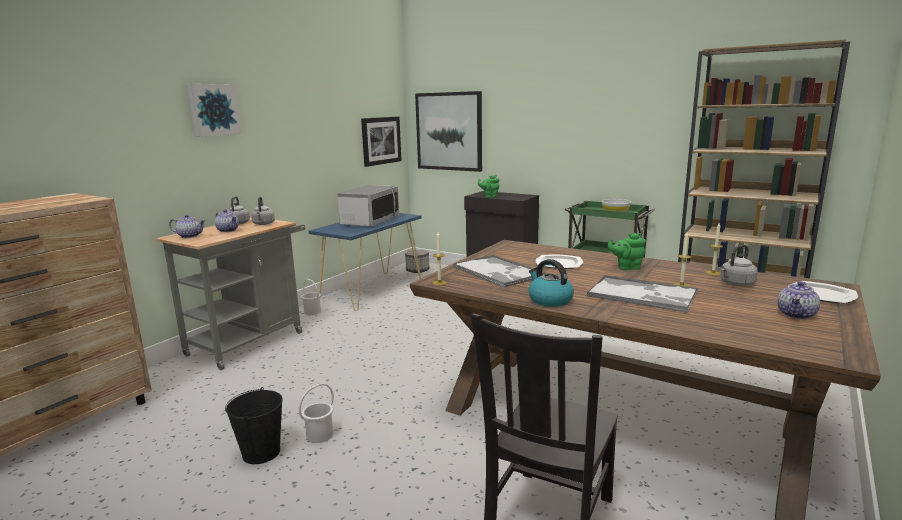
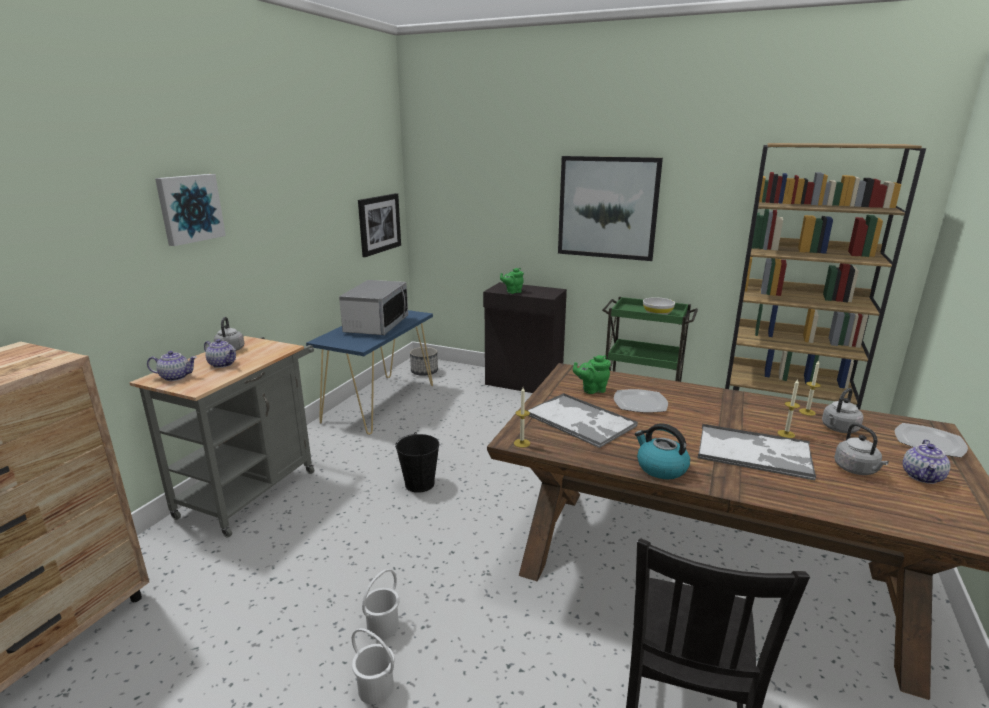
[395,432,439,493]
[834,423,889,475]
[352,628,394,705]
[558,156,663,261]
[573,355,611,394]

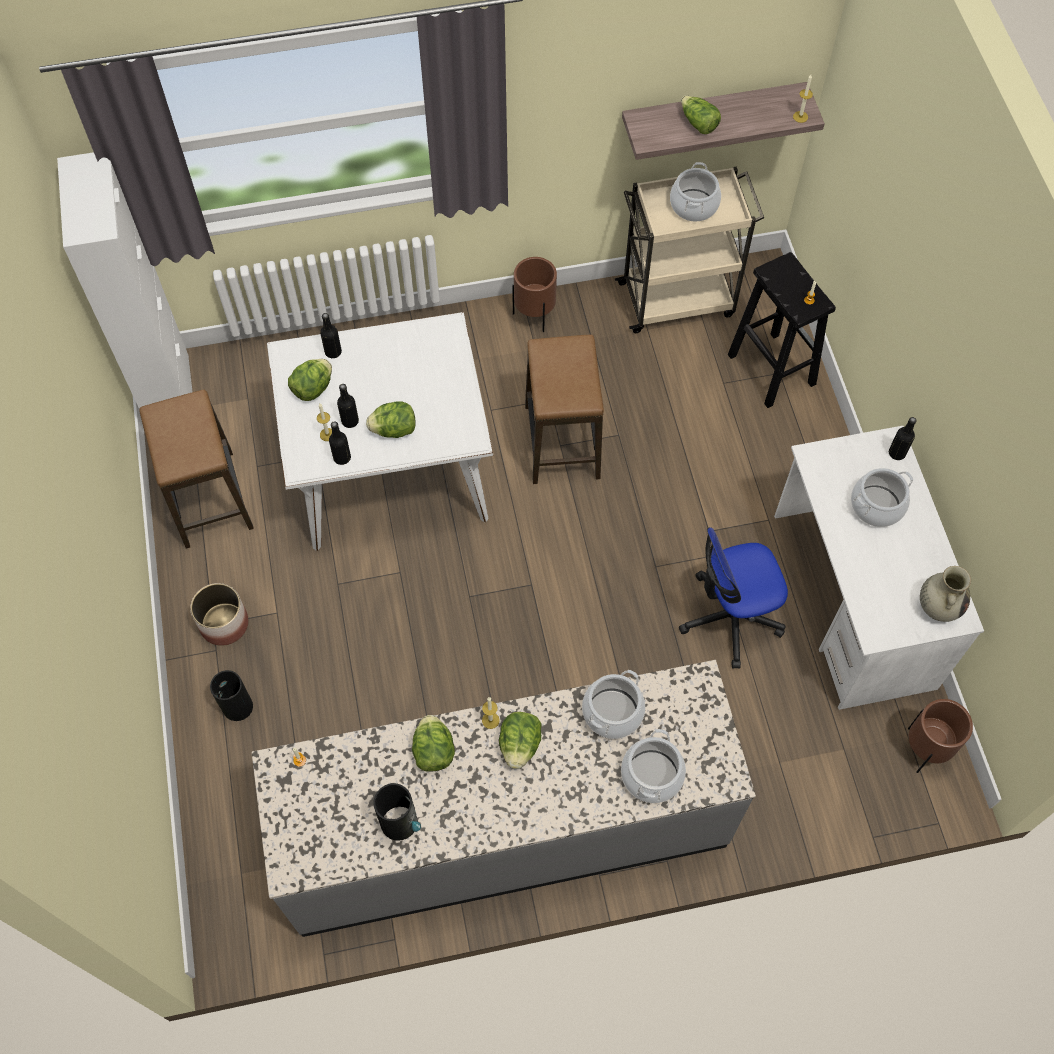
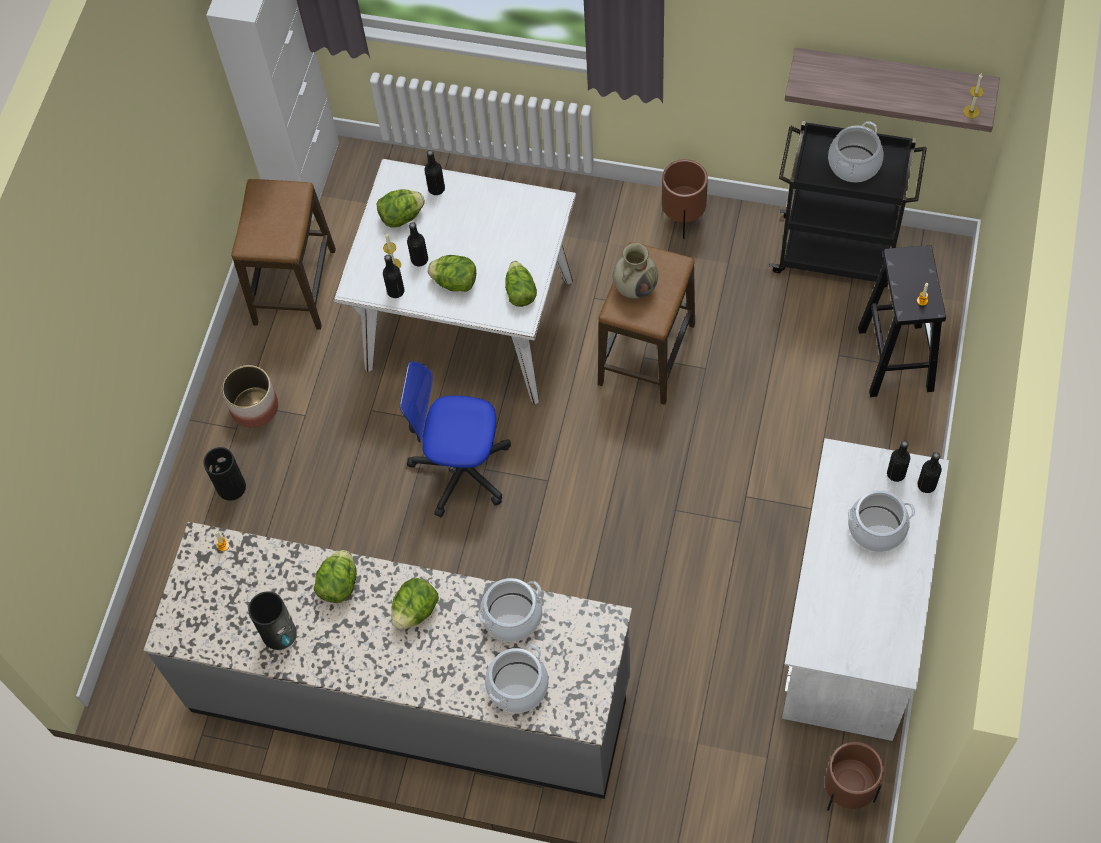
[482,697,500,729] (first image)
[769,121,927,288]
[400,361,511,517]
[505,261,537,307]
[613,243,658,299]
[887,441,910,482]

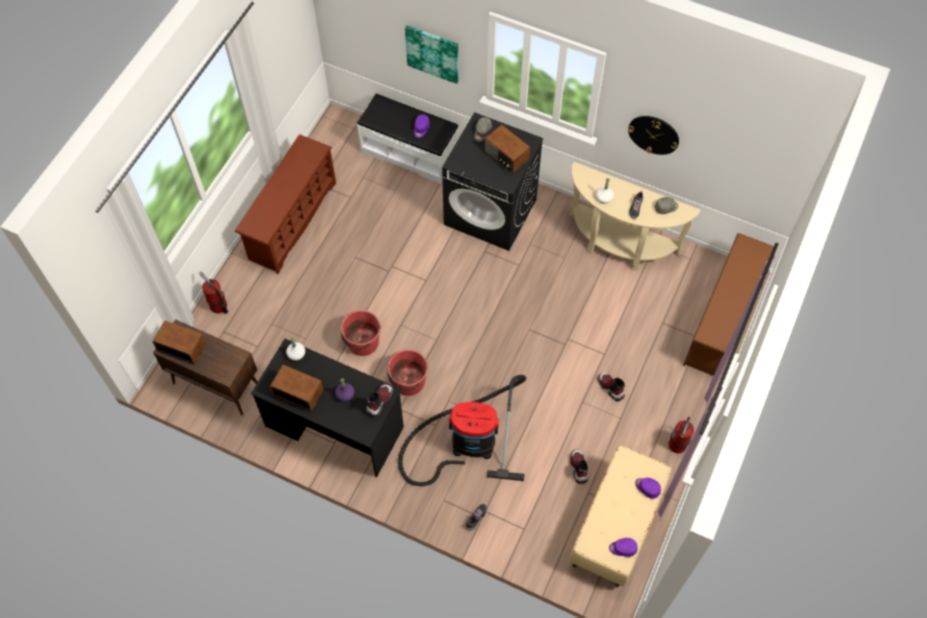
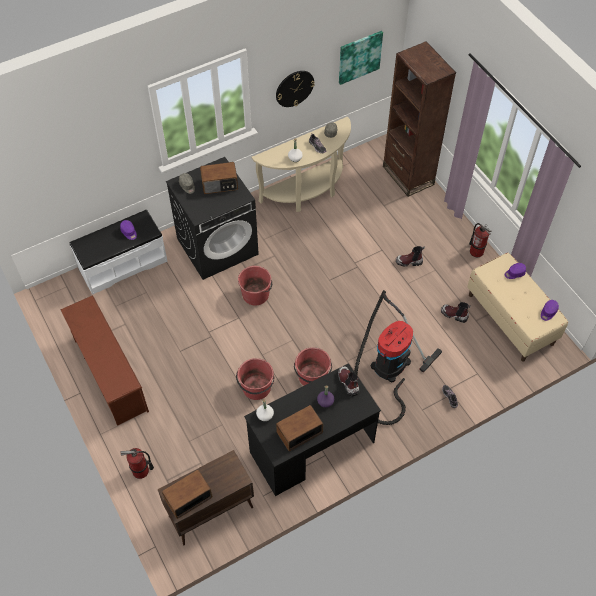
[339,31,383,85]
[383,41,456,197]
[238,266,272,306]

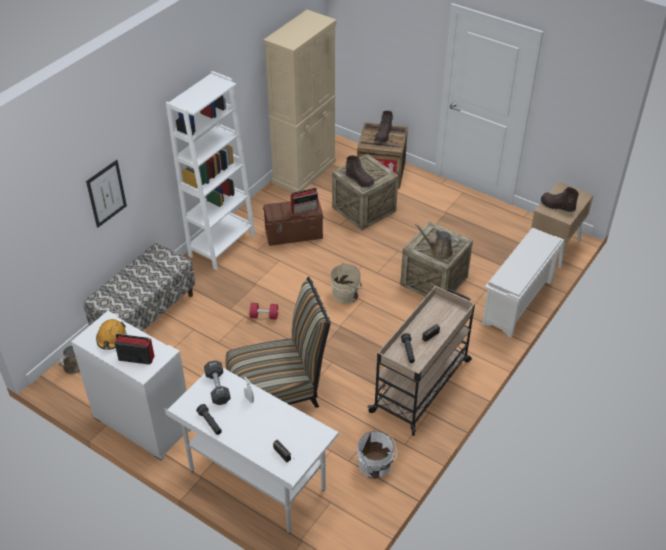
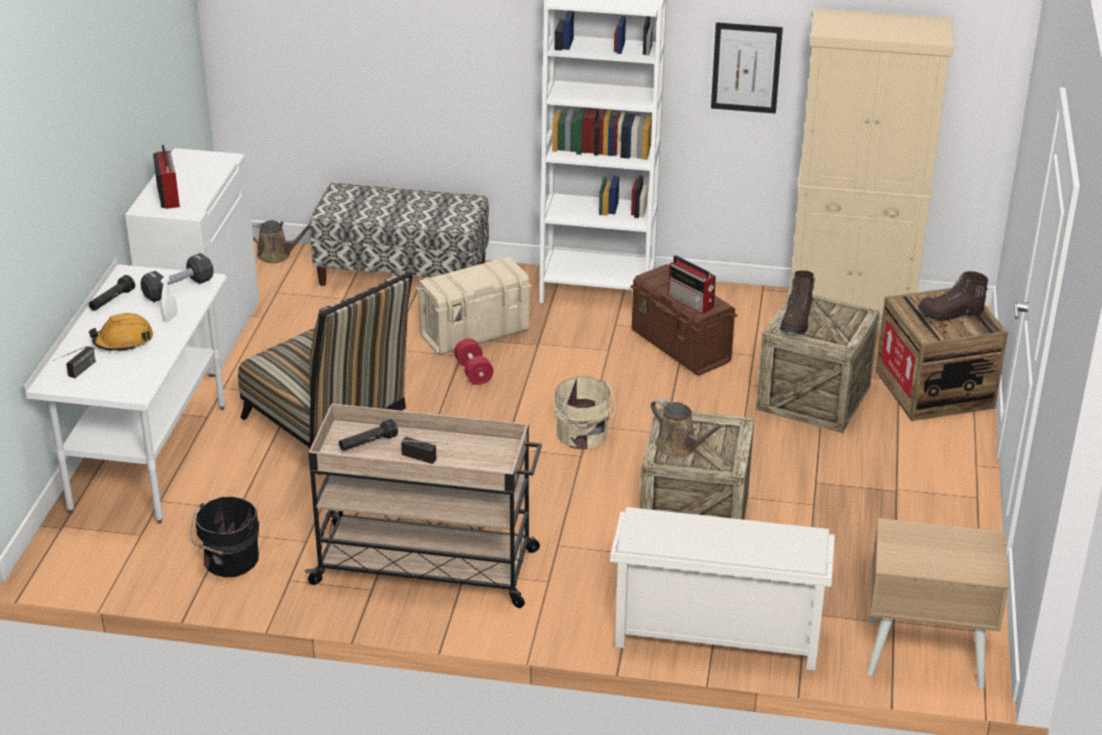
[711,22,783,114]
[89,313,153,351]
[190,496,259,577]
[651,398,727,457]
[541,187,579,212] (first image)
[416,257,532,355]

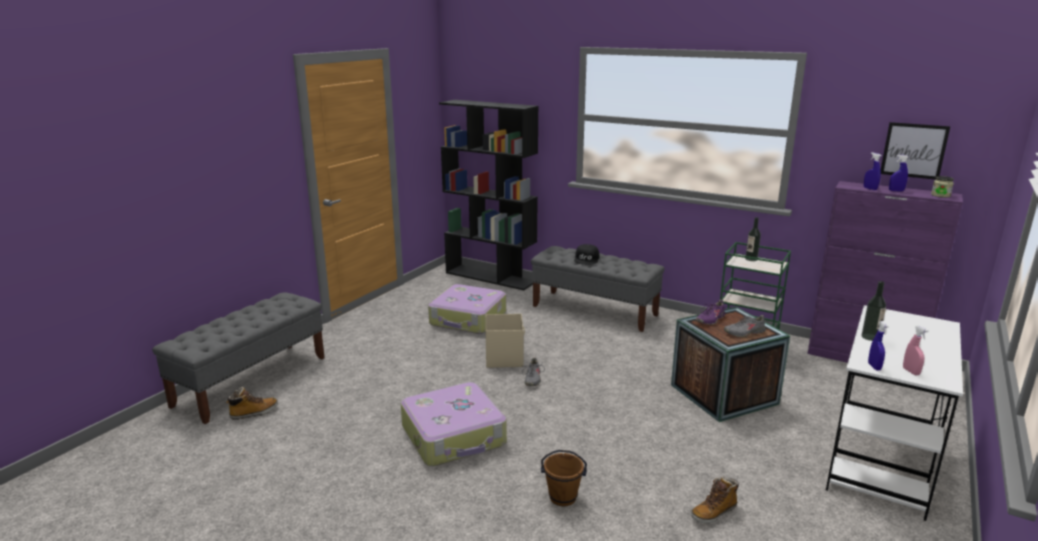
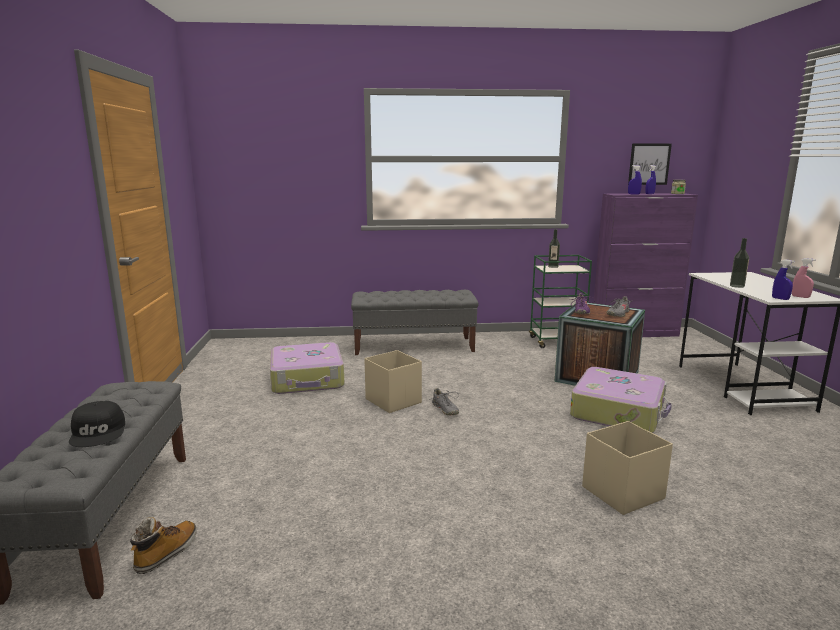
[570,367,672,433]
[439,100,539,290] (first image)
[582,421,673,515]
[69,401,125,447]
[691,477,739,523] (first image)

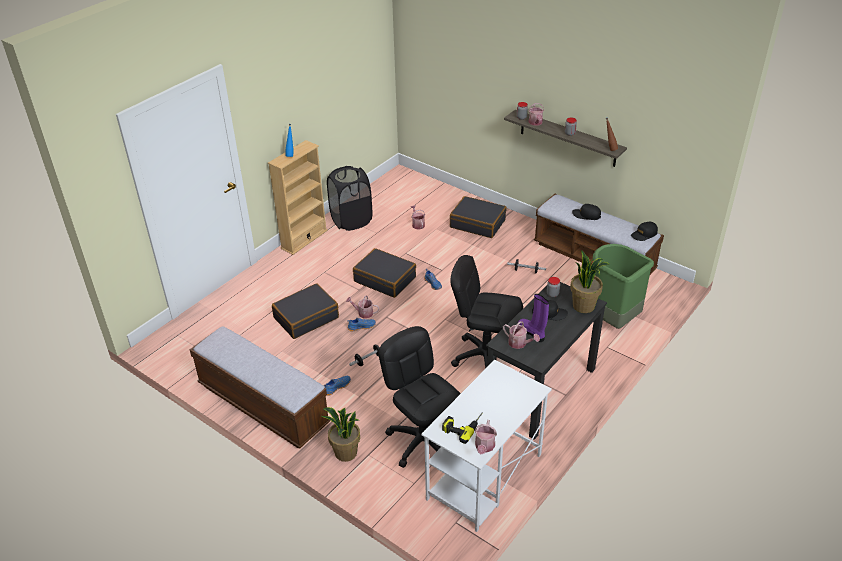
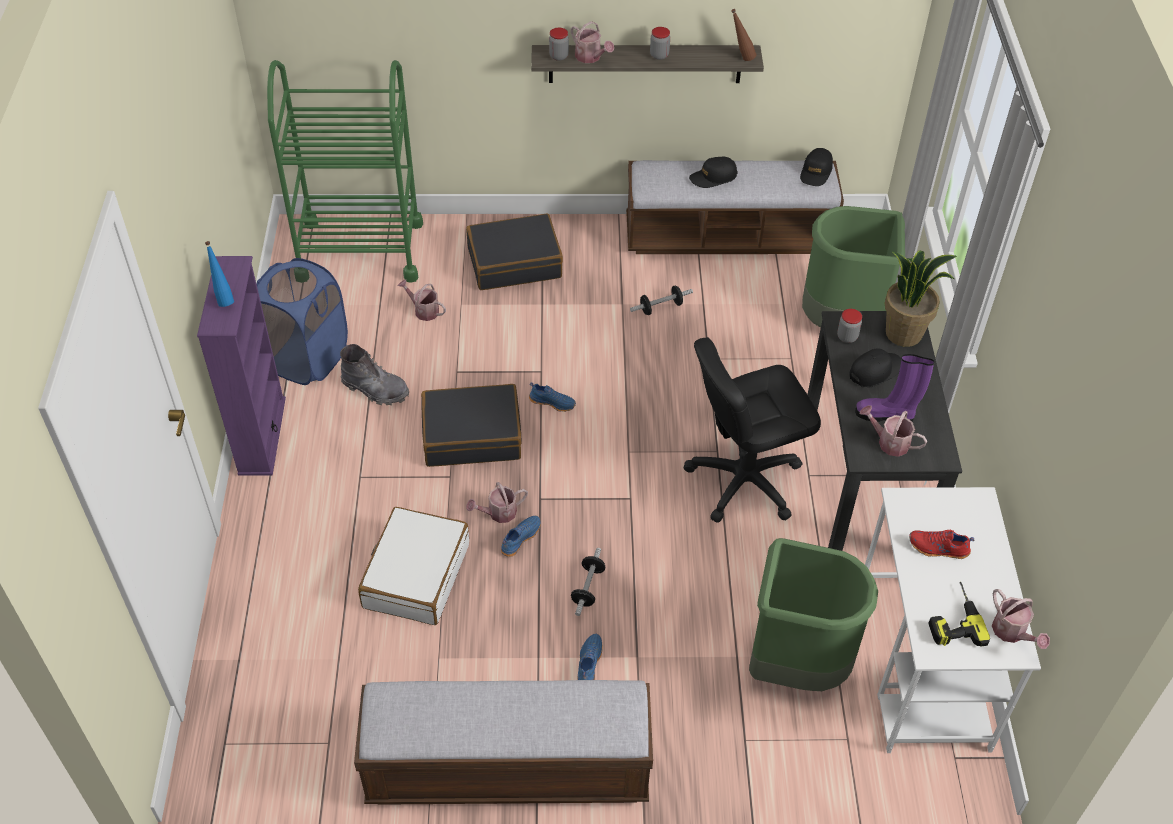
[197,256,286,476]
[358,507,469,625]
[322,407,360,462] (first image)
[257,258,348,385]
[749,538,878,691]
[860,405,927,457]
[267,60,423,283]
[340,344,409,405]
[909,530,974,559]

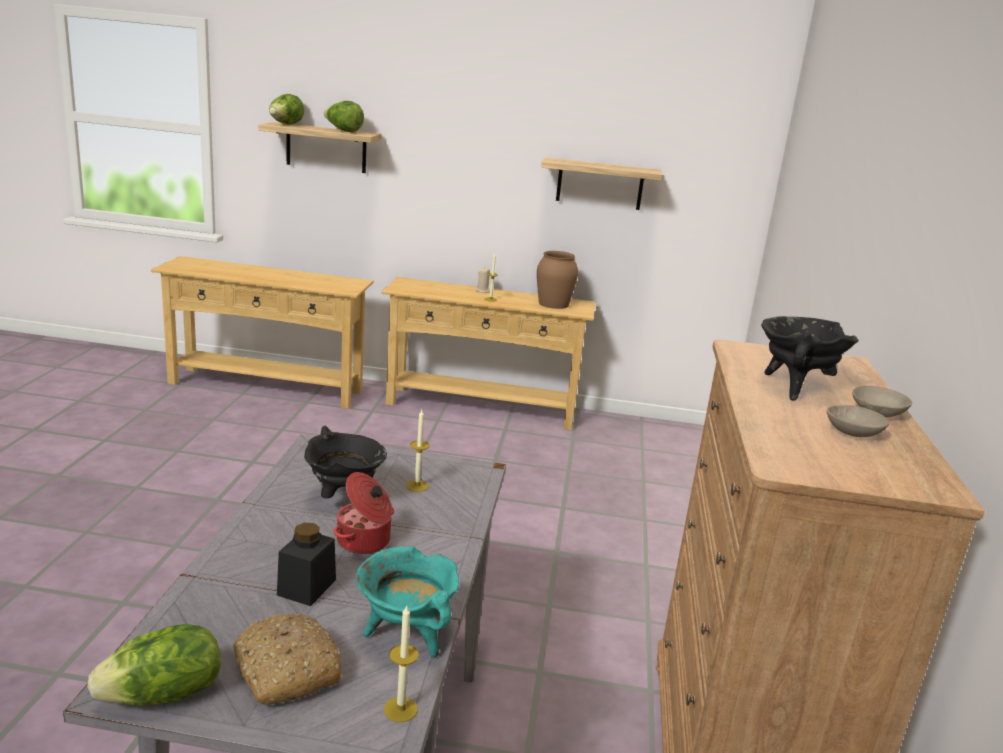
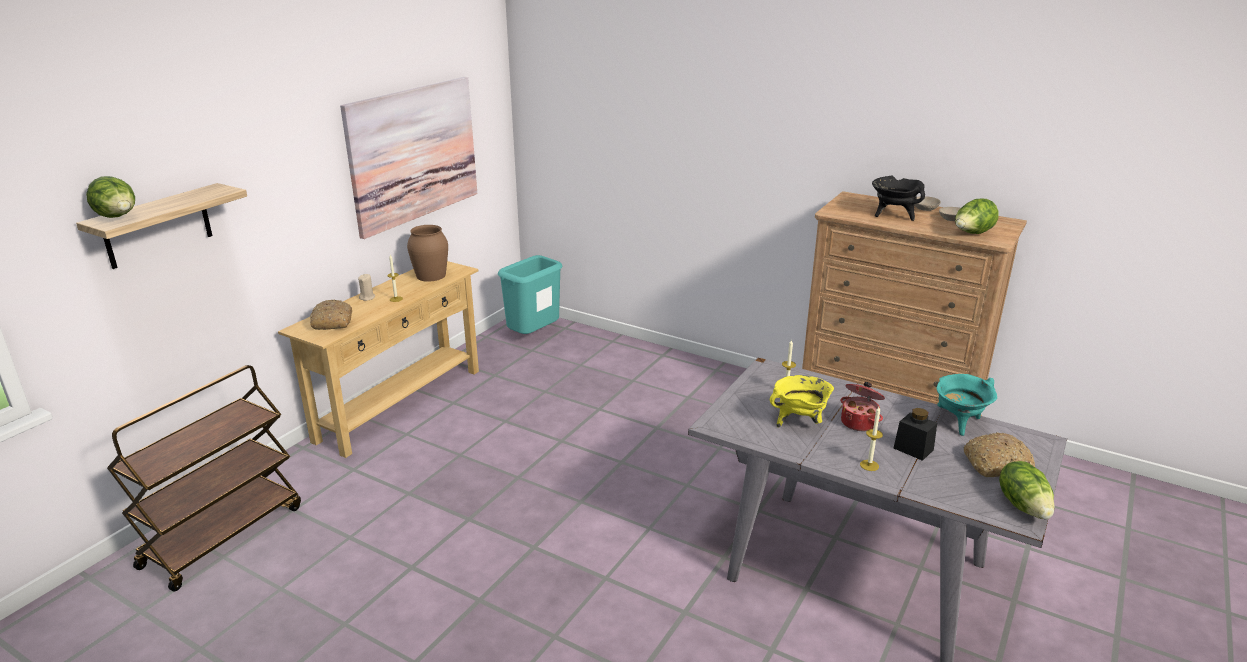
[107,365,301,591]
[770,375,834,427]
[955,199,999,234]
[860,406,883,471]
[340,77,477,239]
[310,300,352,330]
[498,255,563,334]

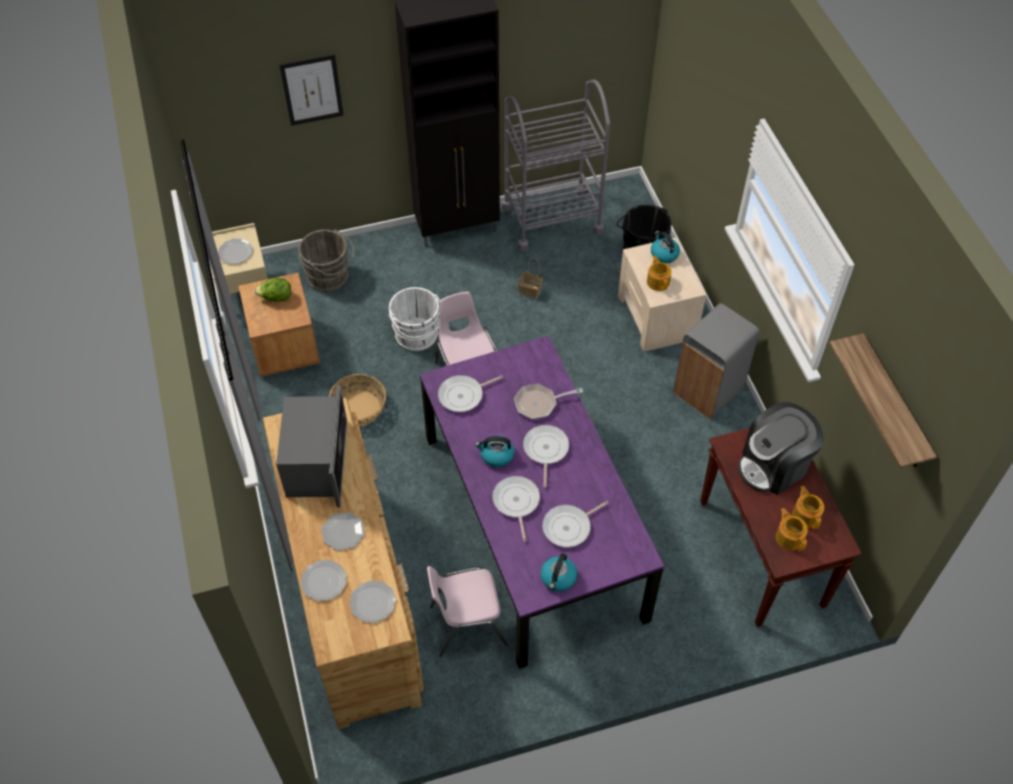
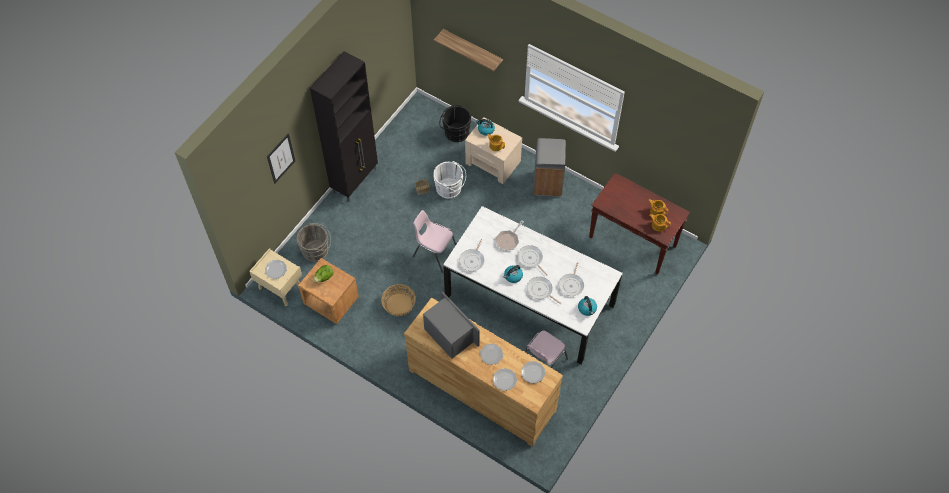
[434,161,466,199]
[443,206,623,365]
[502,80,610,252] (first image)
[738,402,824,495] (first image)
[434,29,503,72]

